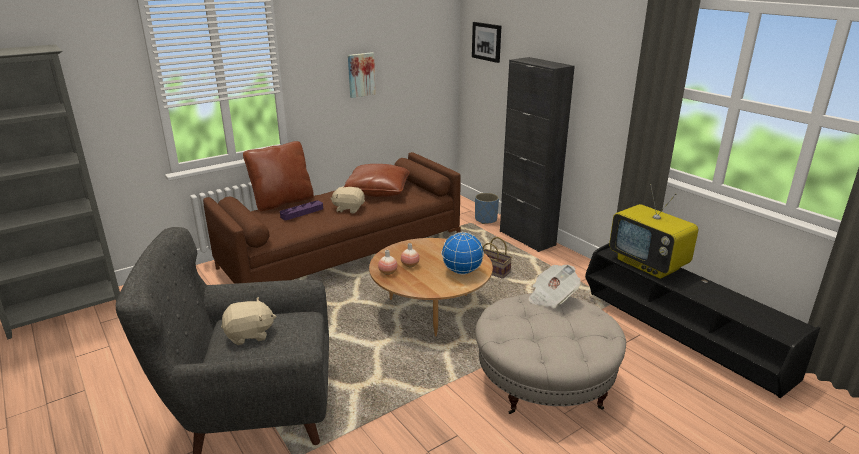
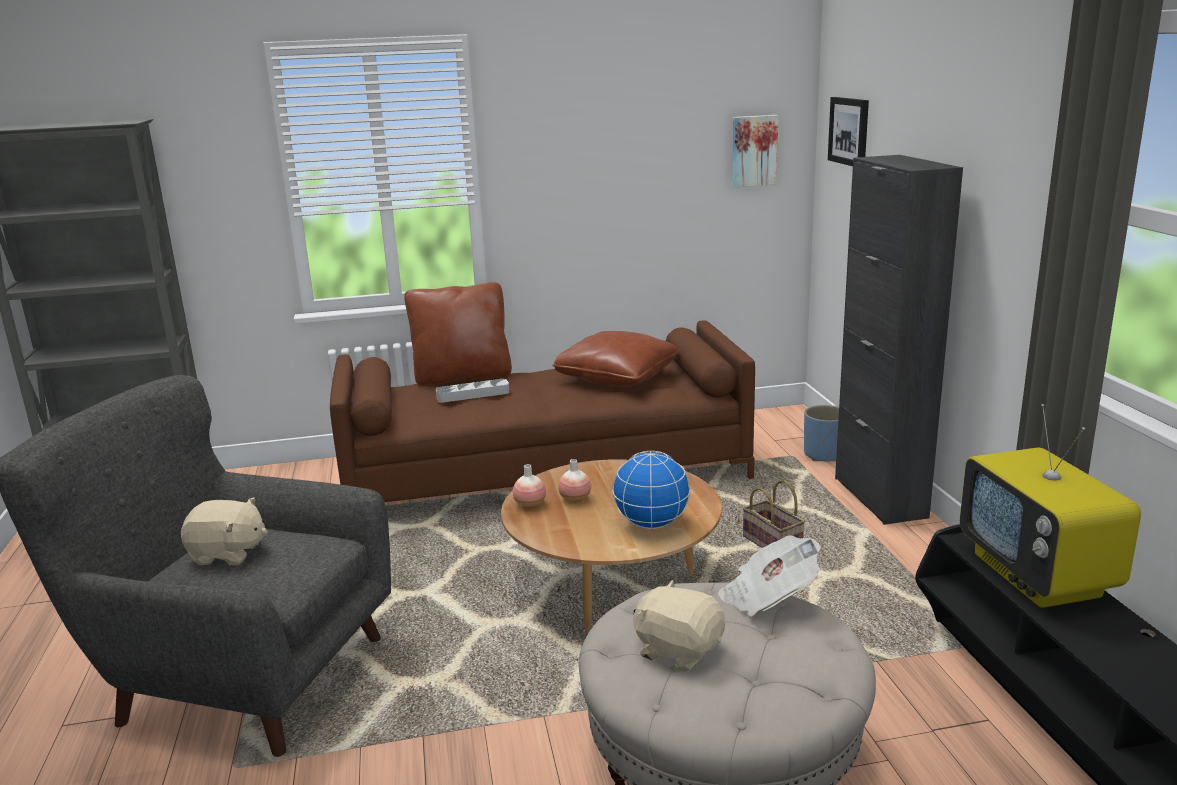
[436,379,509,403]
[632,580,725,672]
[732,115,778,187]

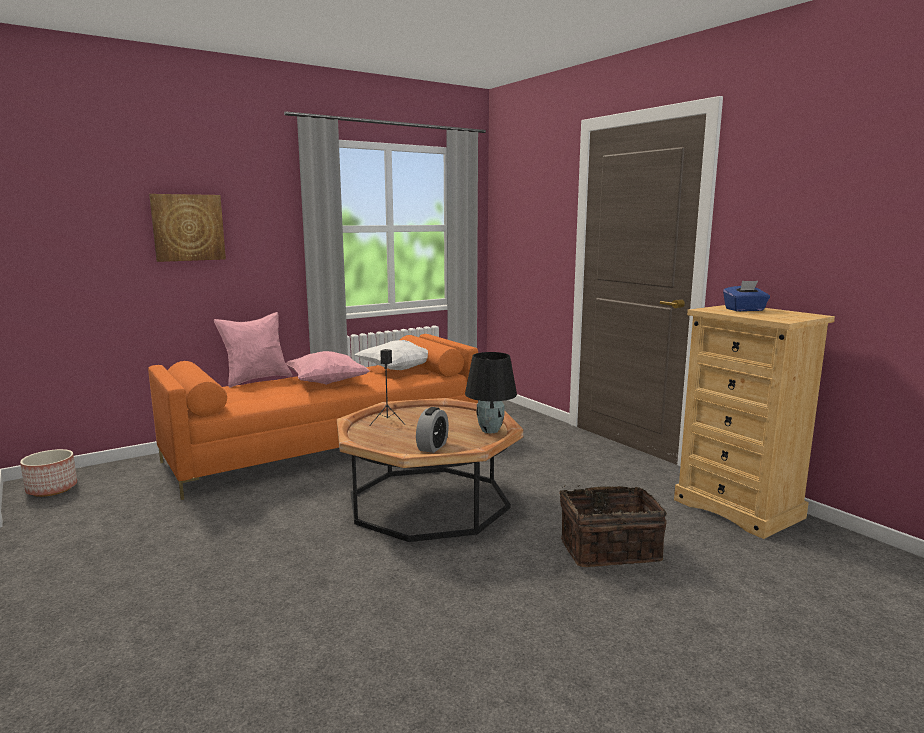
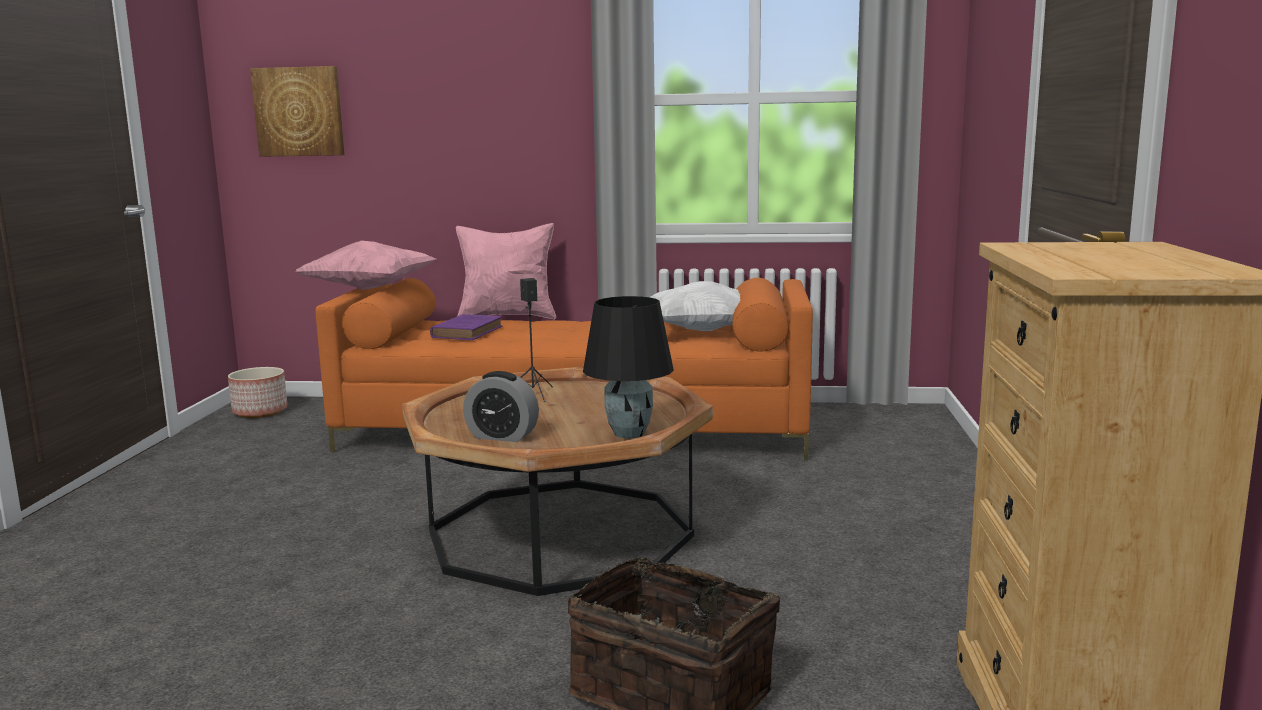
[250,66,344,157]
[296,241,436,290]
[463,371,539,442]
[723,281,770,311] (first image)
[430,314,502,340]

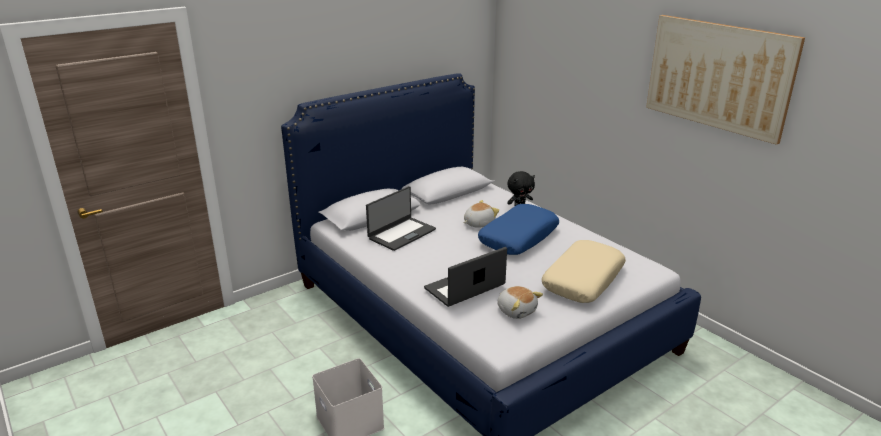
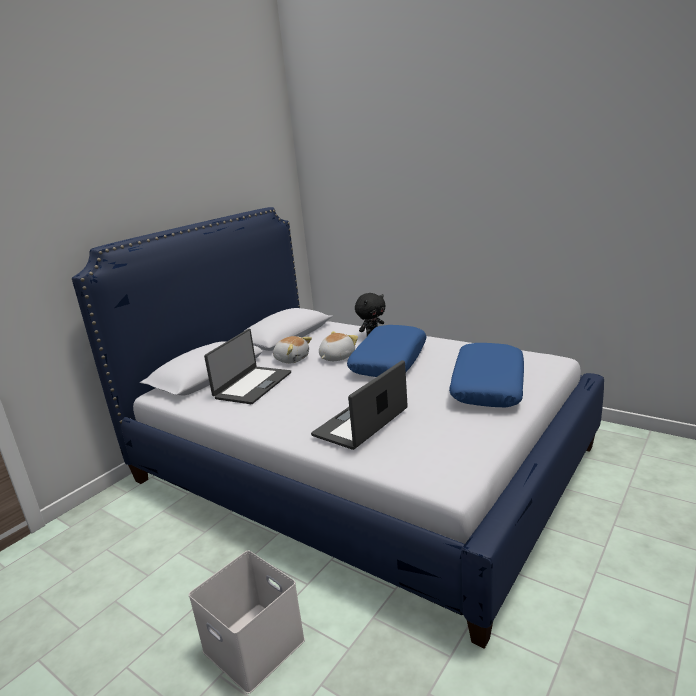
[273,336,312,363]
[449,343,524,408]
[646,15,805,145] (first image)

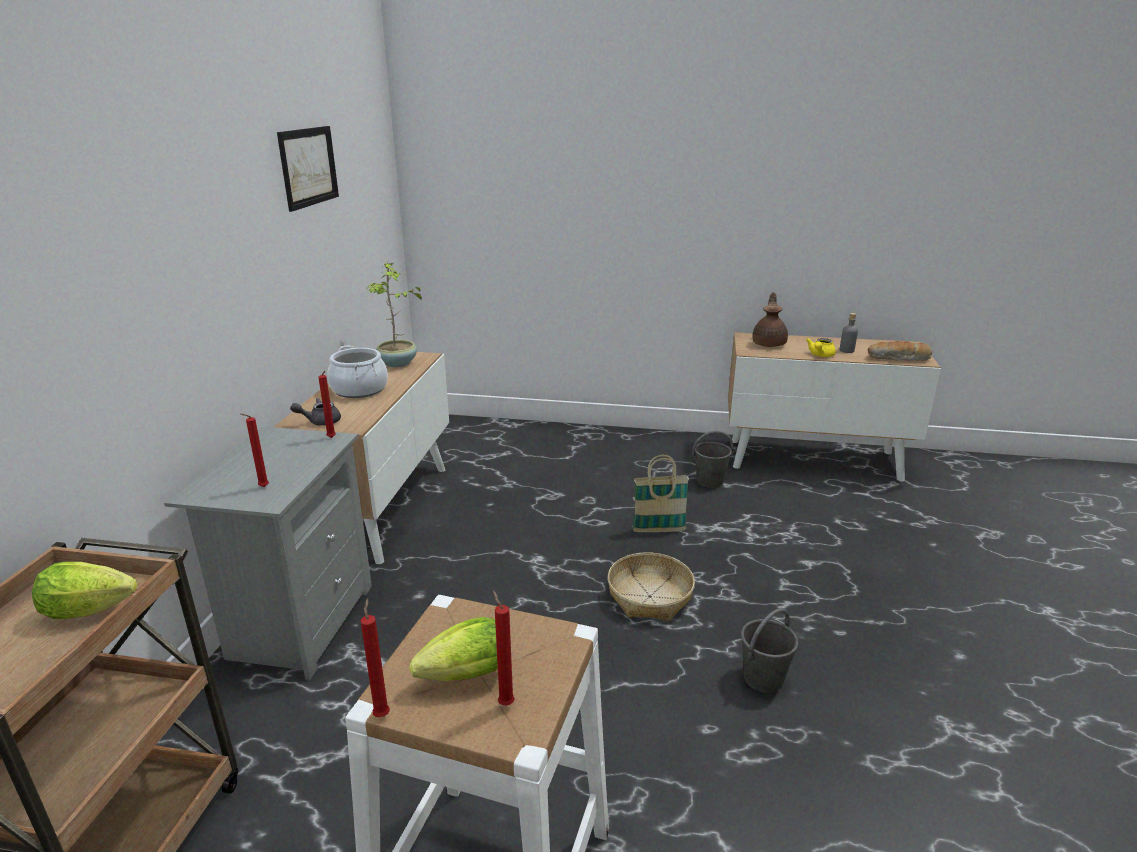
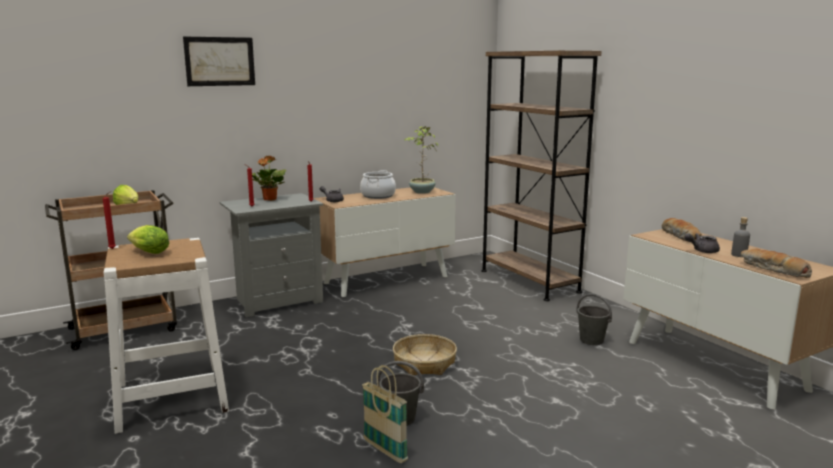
[183,36,255,86]
[493,590,515,706] (first image)
[362,365,408,463]
[662,218,702,242]
[685,233,720,253]
[252,156,286,201]
[481,51,602,301]

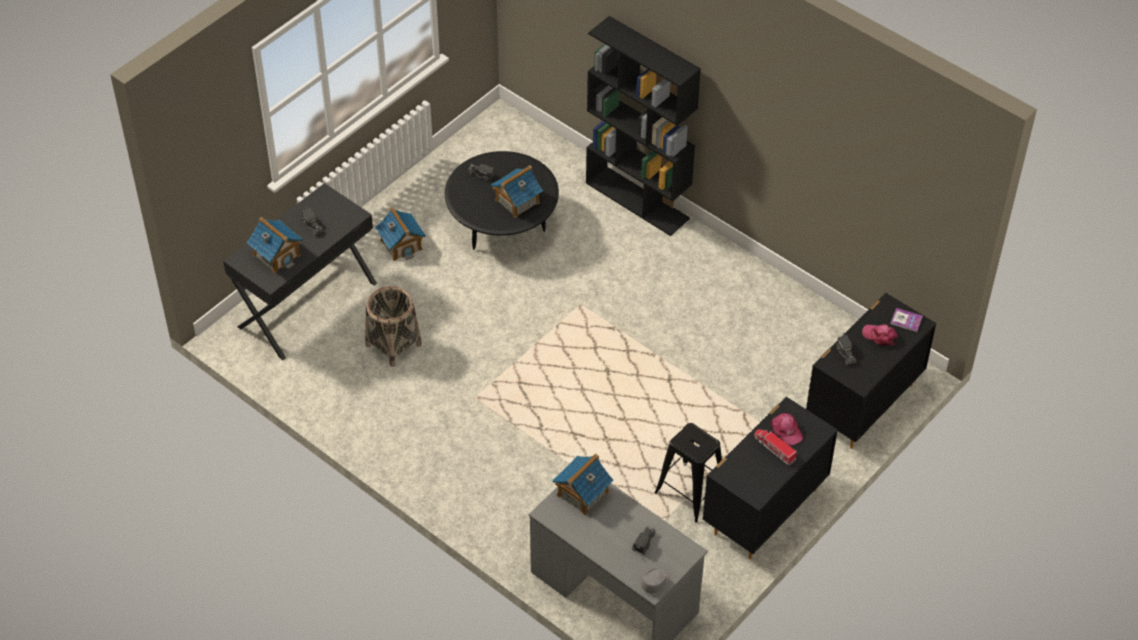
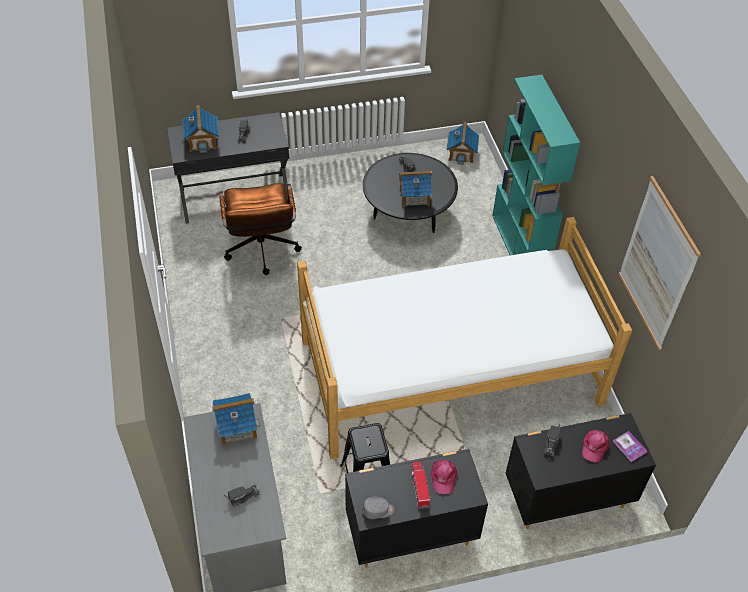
[219,183,302,275]
[447,122,479,165]
[492,75,580,256]
[362,497,394,519]
[582,430,609,463]
[297,217,632,459]
[618,176,701,350]

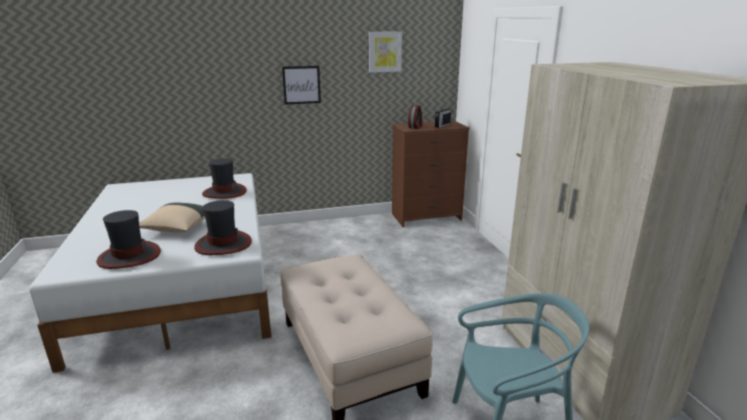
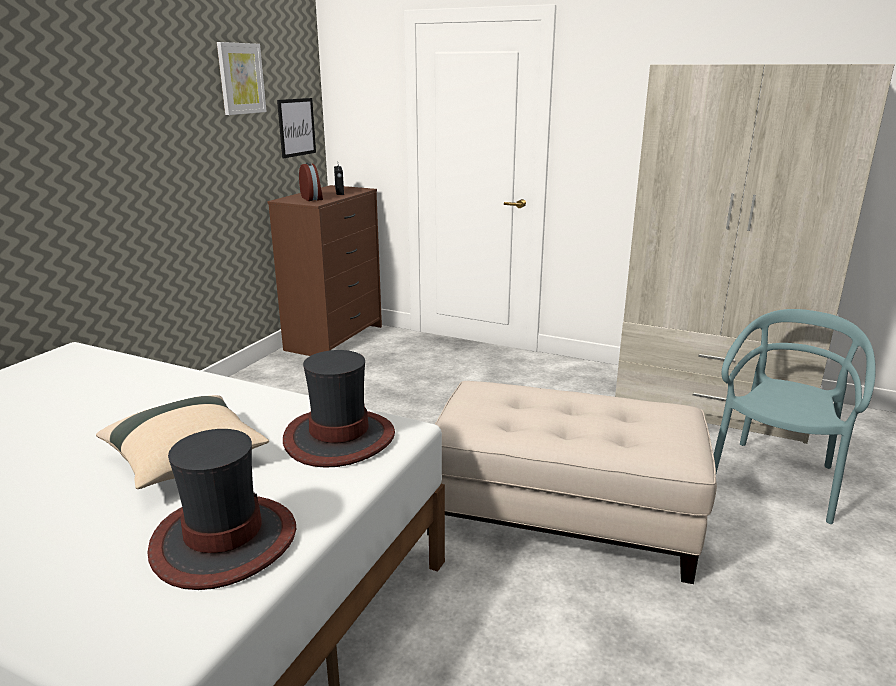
[202,158,247,199] (first image)
[277,98,316,158]

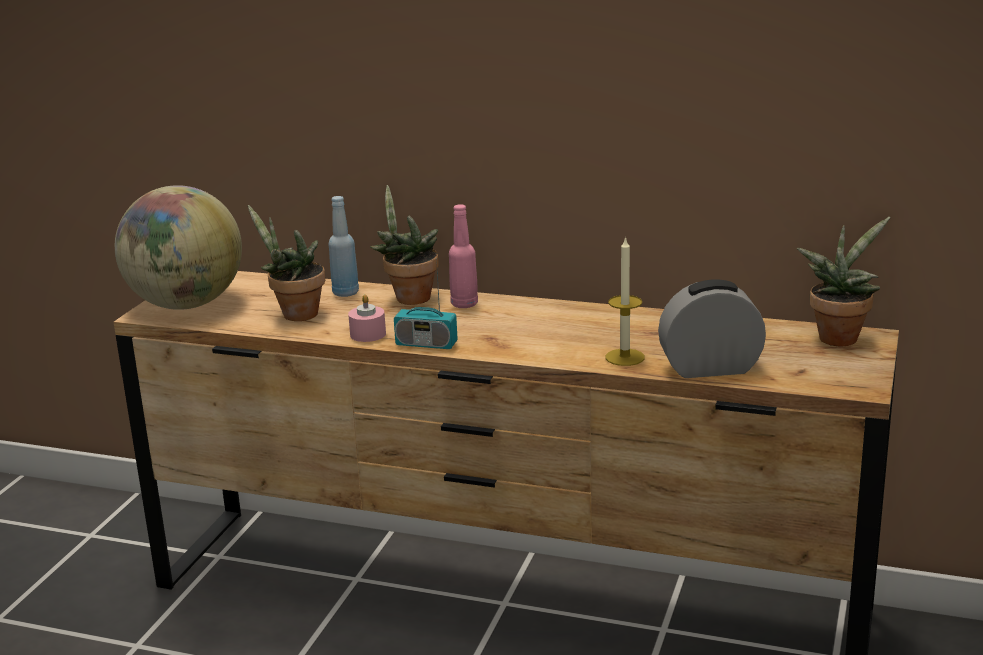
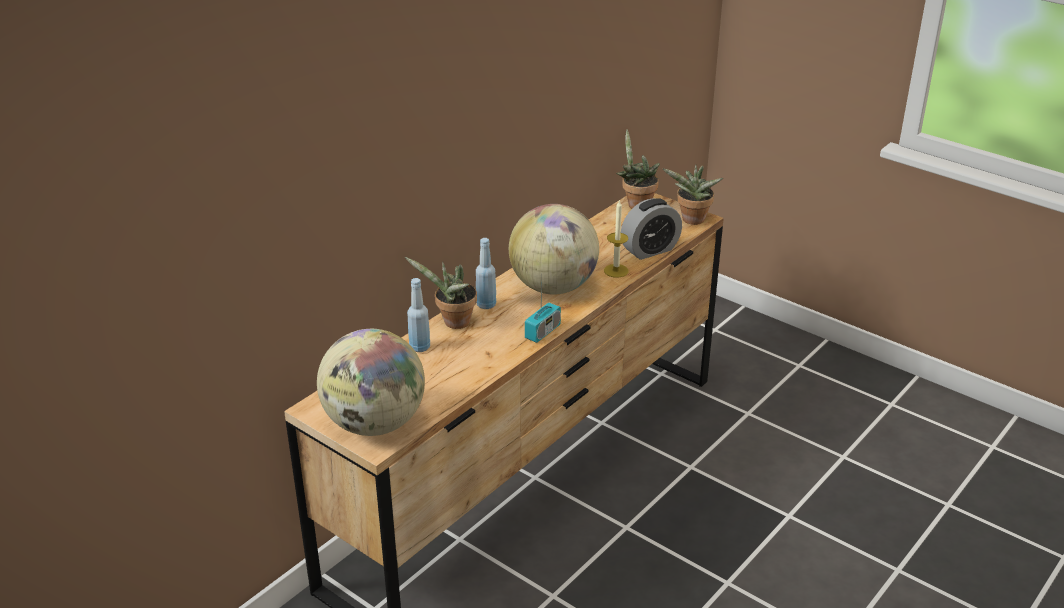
[662,165,723,225]
[348,294,386,342] (first image)
[476,238,496,309]
[621,198,682,260]
[509,204,599,295]

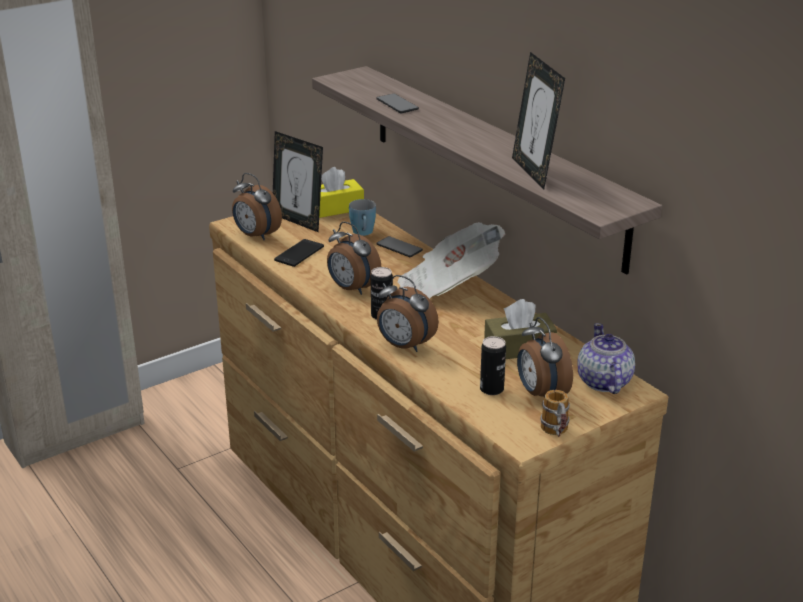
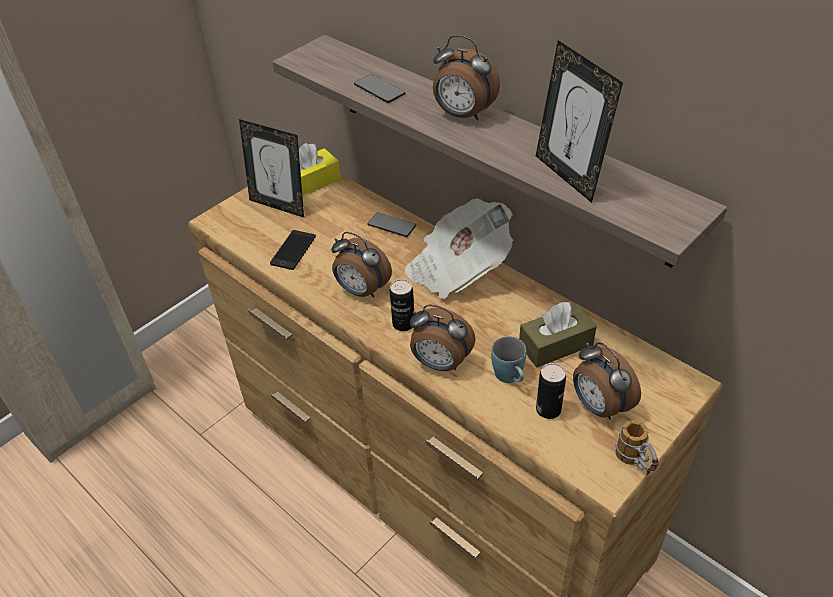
[433,35,500,121]
[491,336,526,383]
[577,323,635,394] (first image)

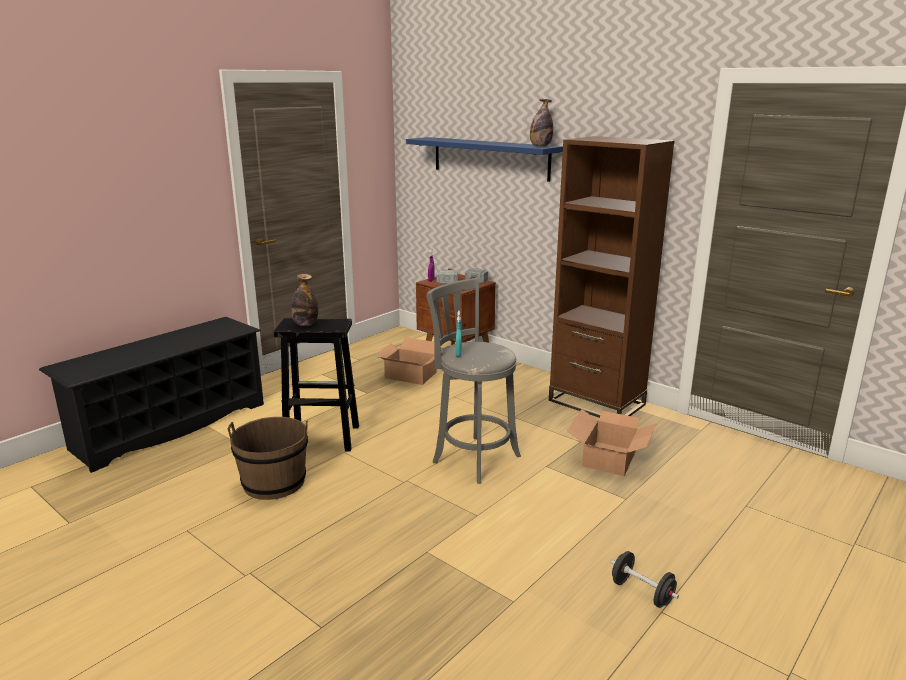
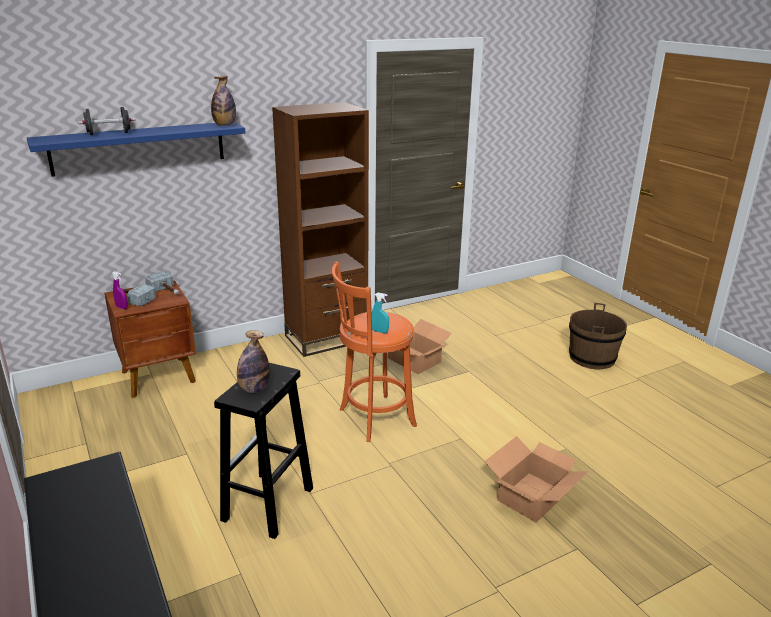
[569,303,627,369]
[484,436,589,523]
[332,262,417,442]
[78,107,135,135]

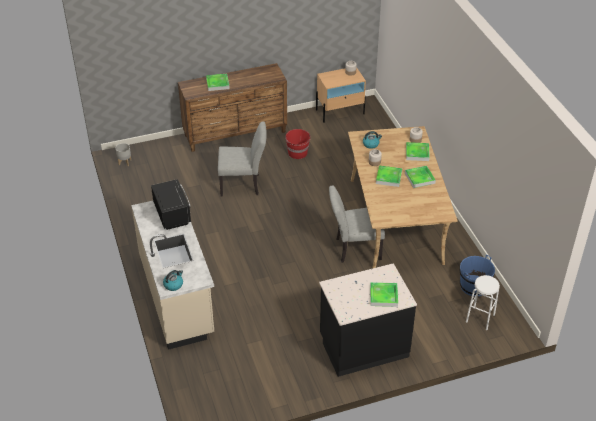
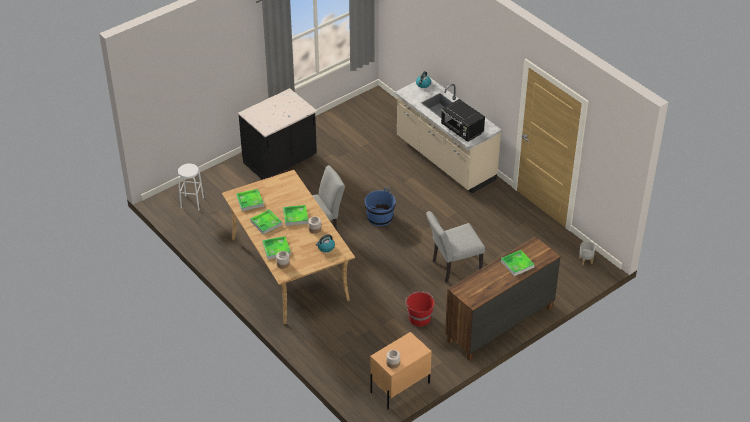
[236,189,264,211]
[365,187,396,226]

